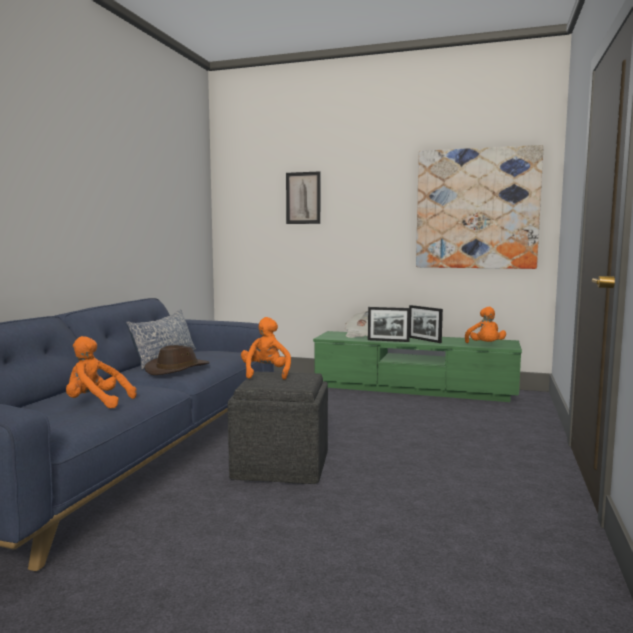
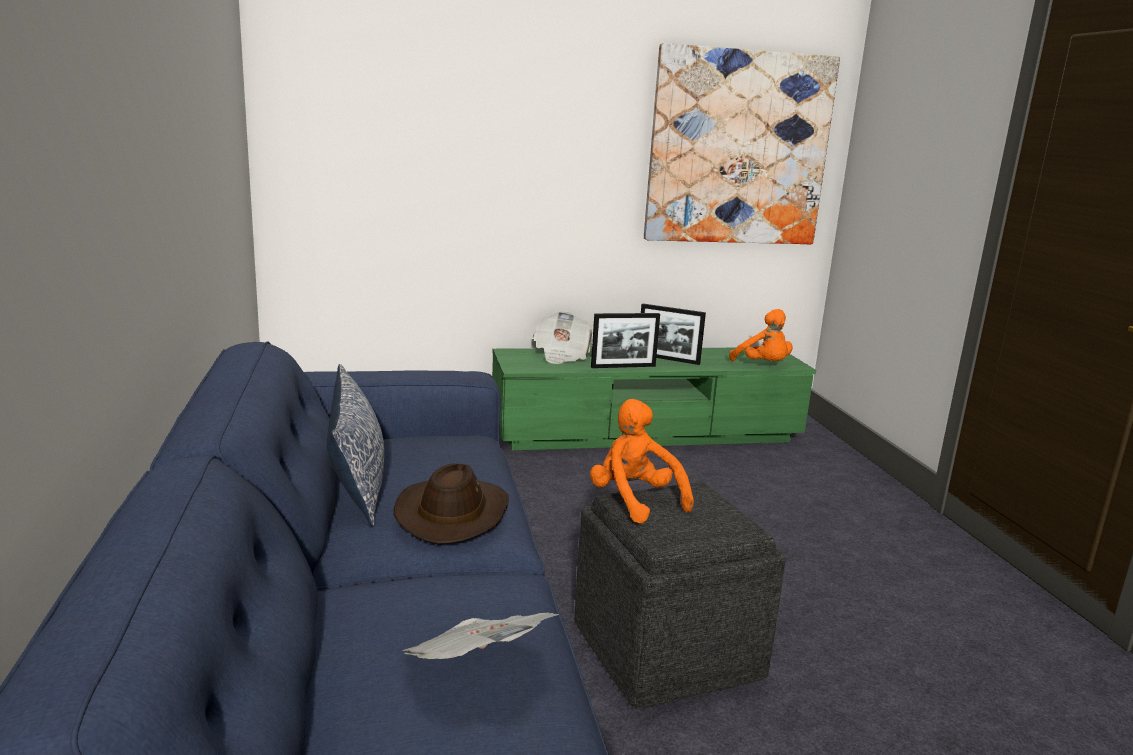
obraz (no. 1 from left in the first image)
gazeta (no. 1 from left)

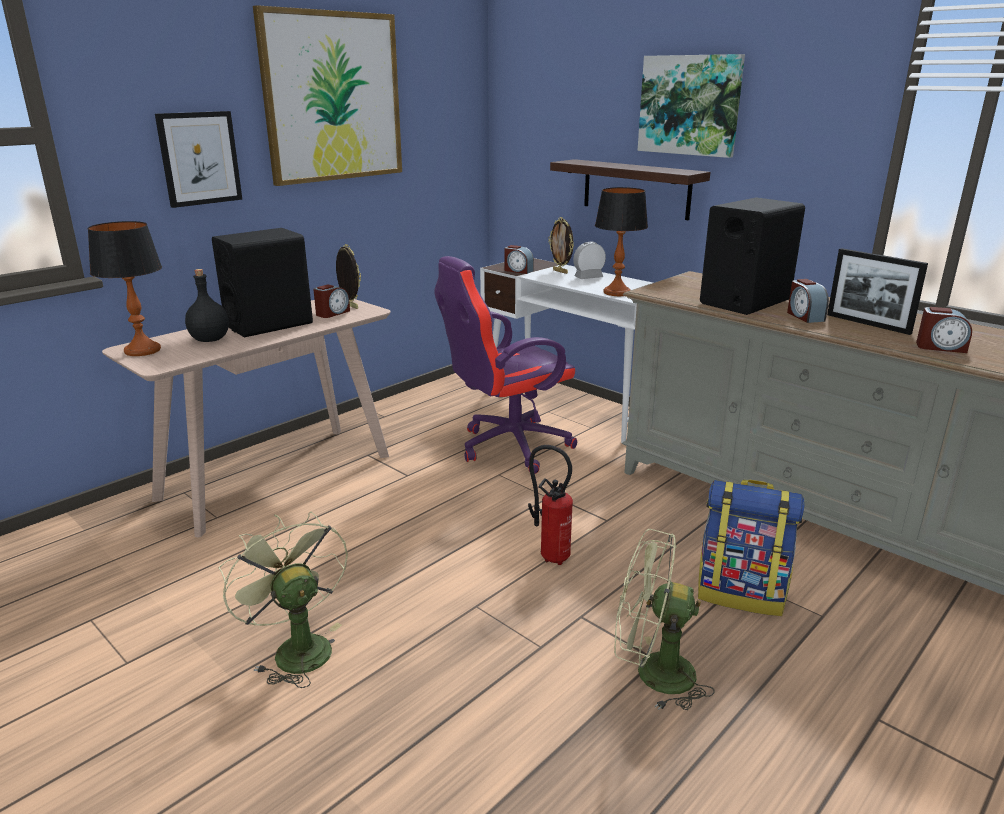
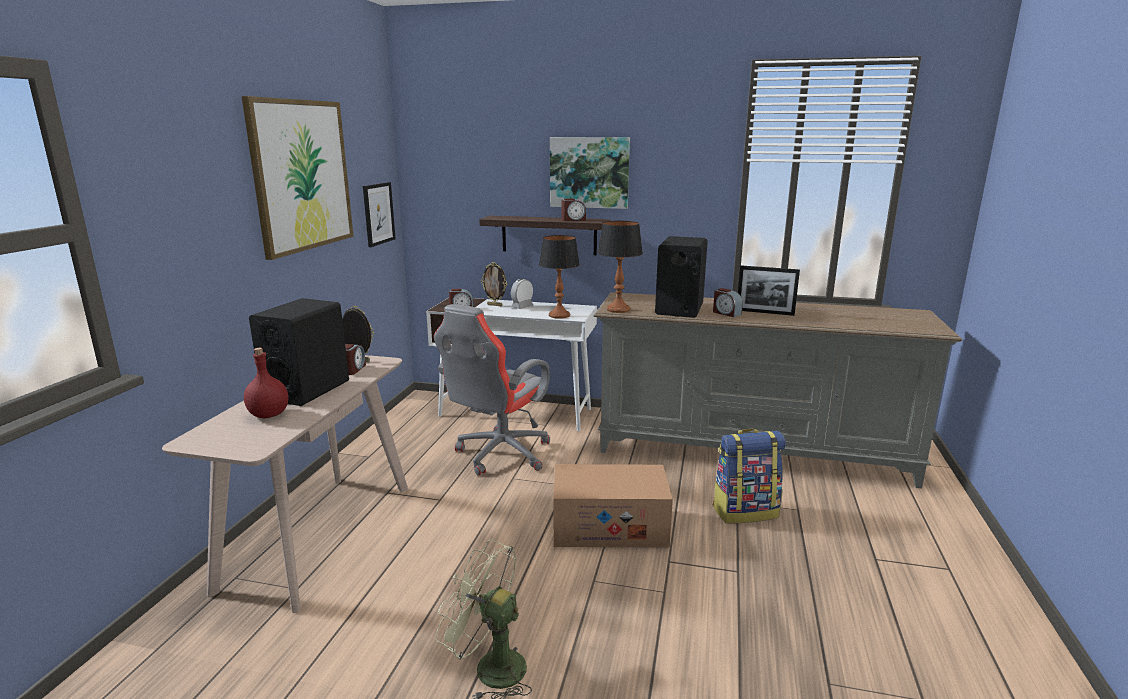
obraz (no. 2 from left)
lampa stołowa (no. 2 from left)
krzesło biurowe/szary
butelka/czerwony
budzik (no. 4 from left)
karton
wentylator/zielony (no. 2 from left in the first image)

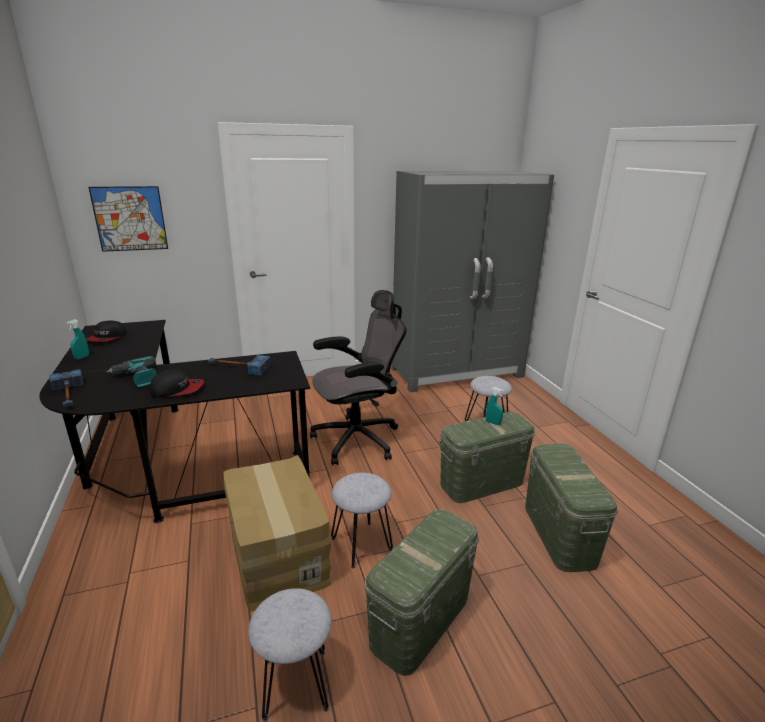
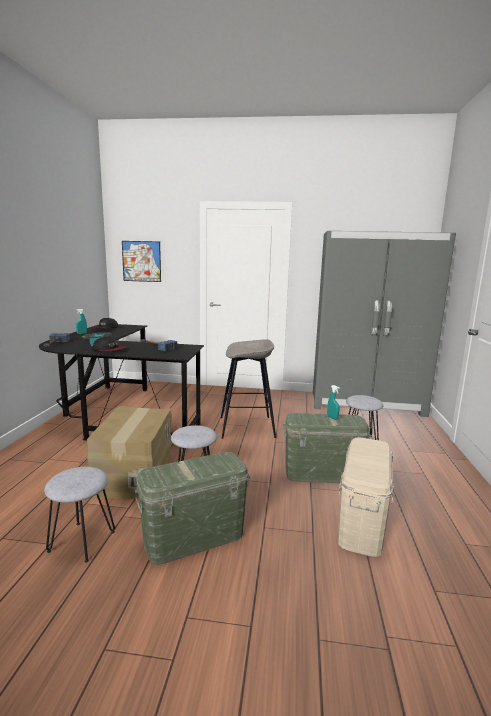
stołek/szary (no. 3 from left)
pojemnik do przechowywania/beżowy

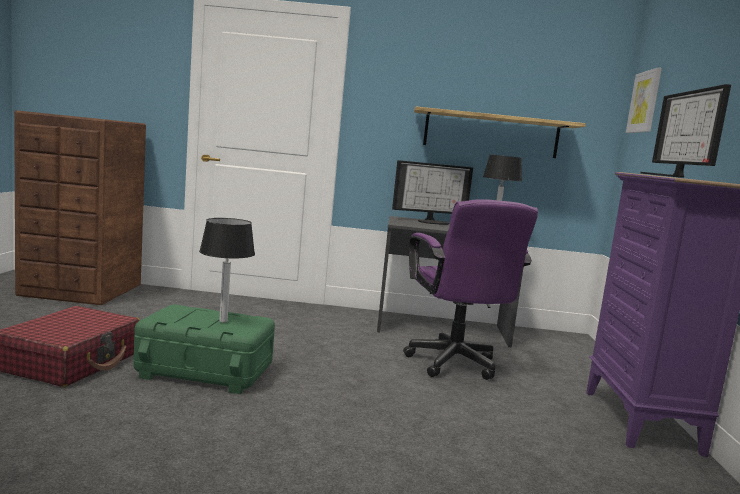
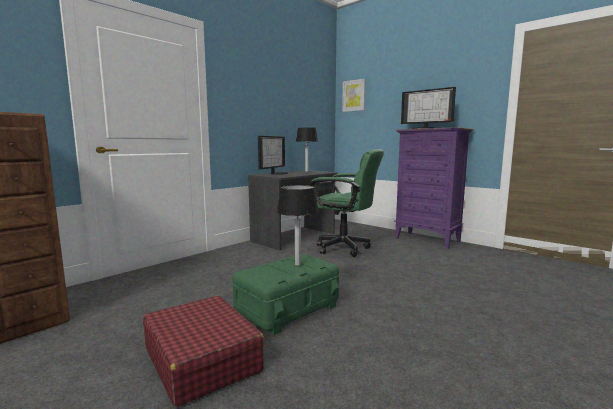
półka
krzesło biurowe/zielony

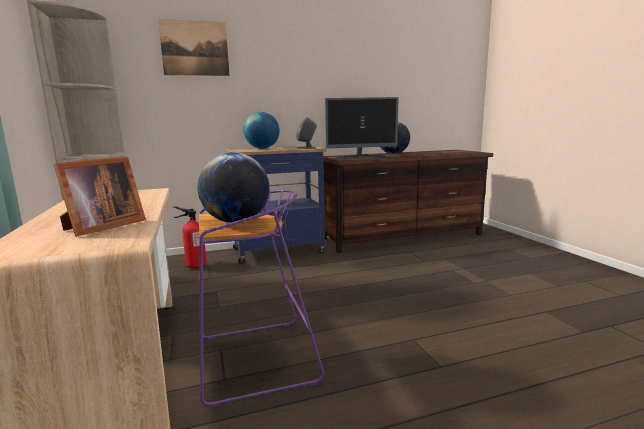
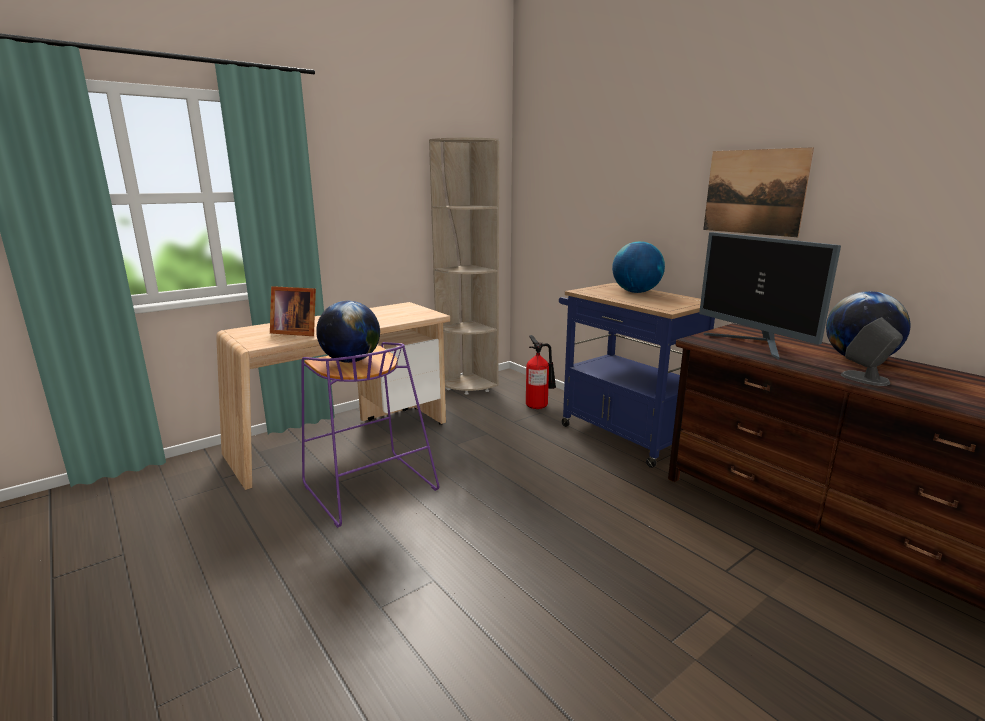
obraz
głośnik/szary

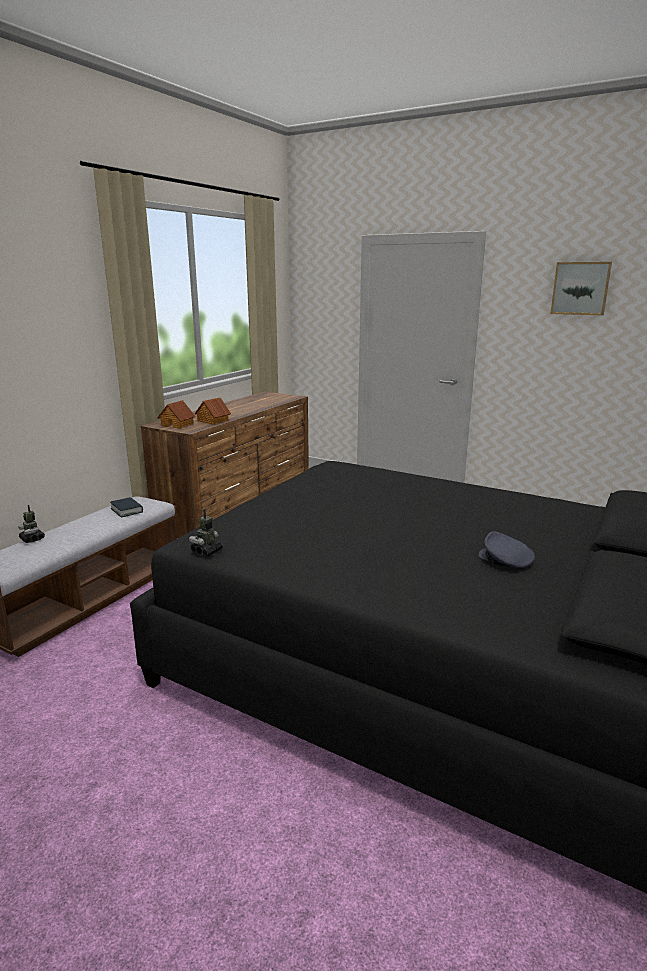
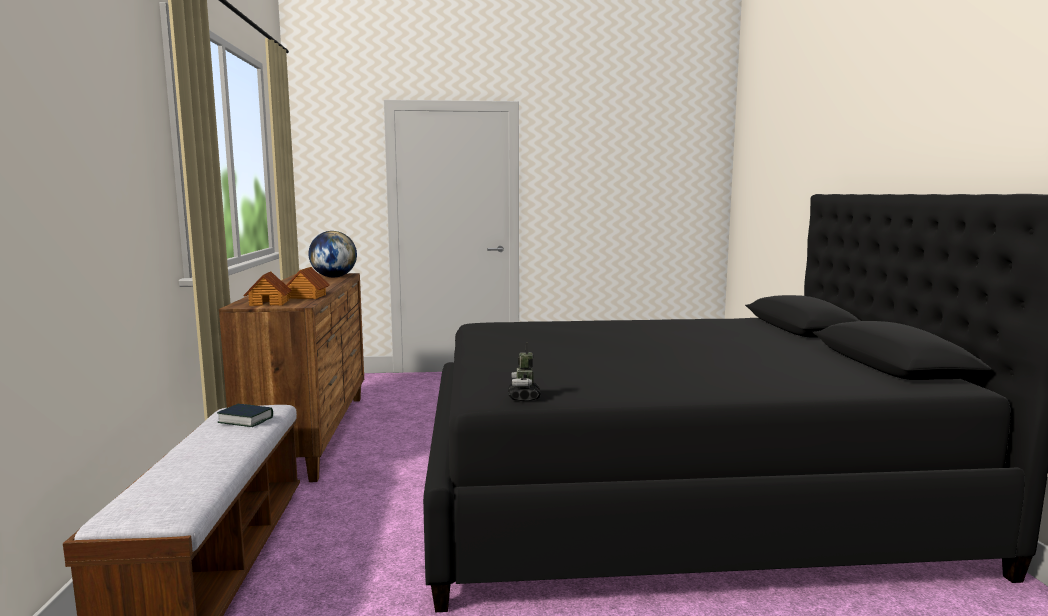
obraz
robot zabawkowy (no. 1 from left in the first image)
czapka z daszkiem/szary
globus

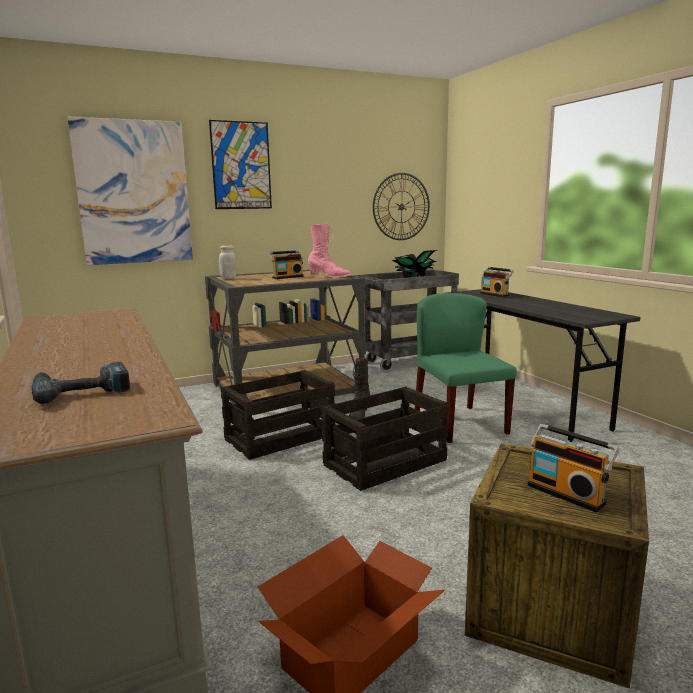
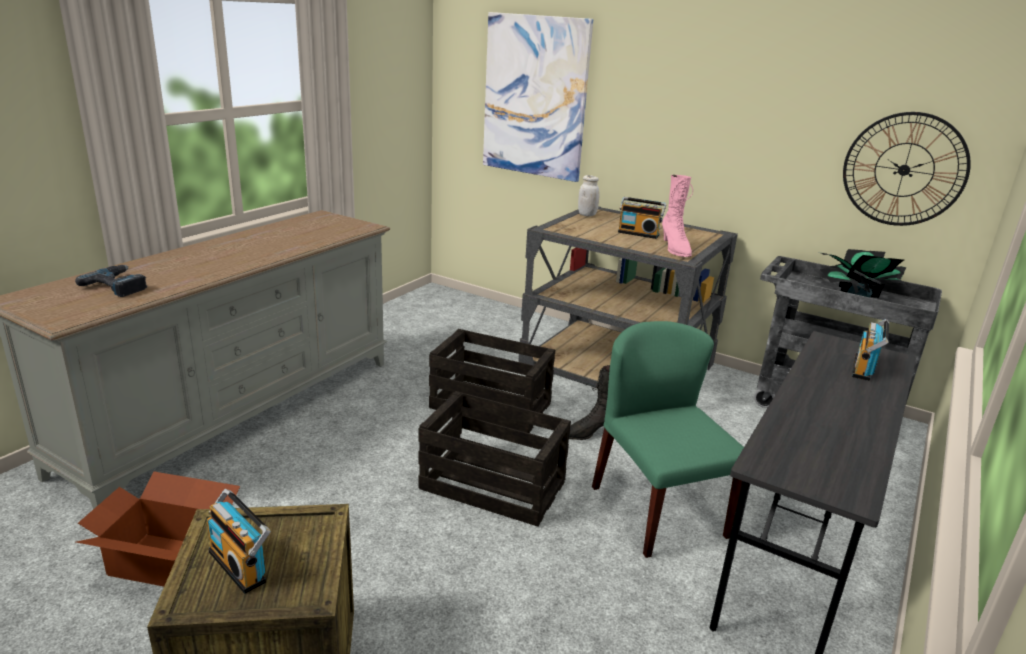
obraz (no. 2 from left in the first image)
krzesło/zielony
radio (no. 1 from left)

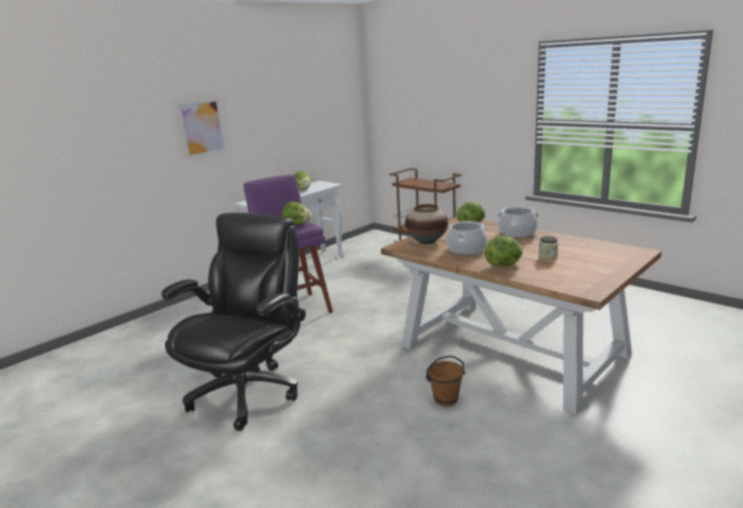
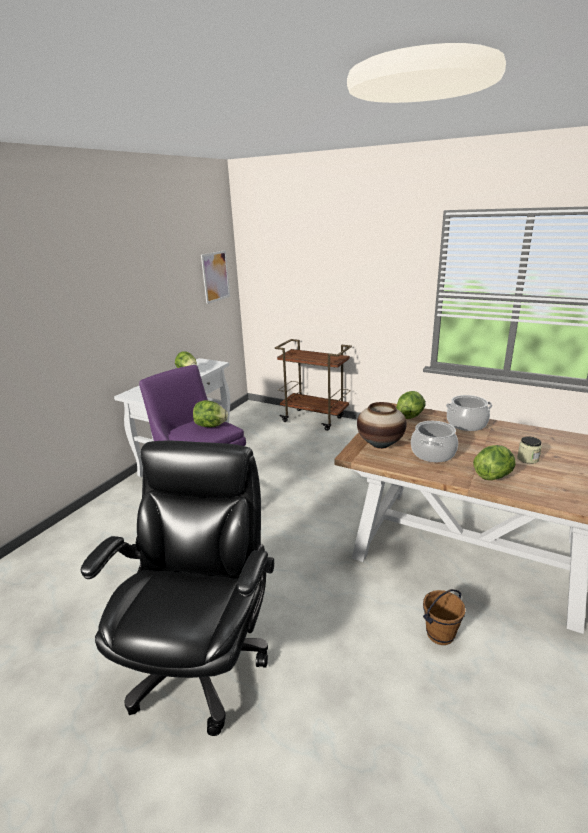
obraz

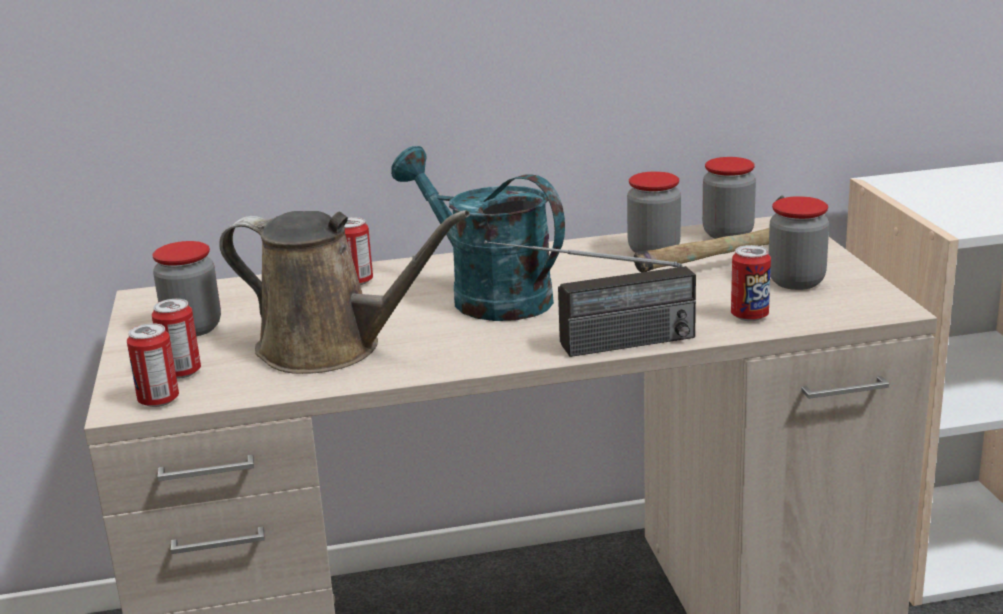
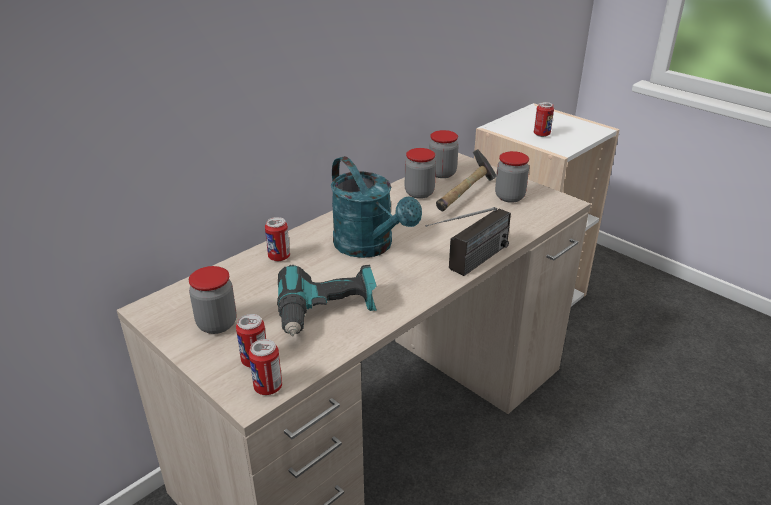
konewka/turkusowy
wiertarka
puszka (no. 4 from left)

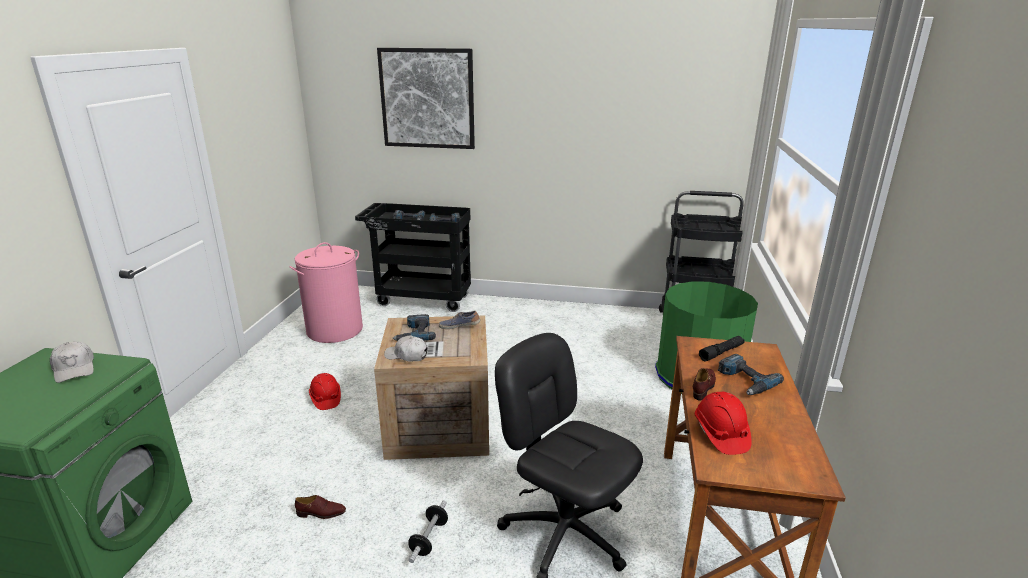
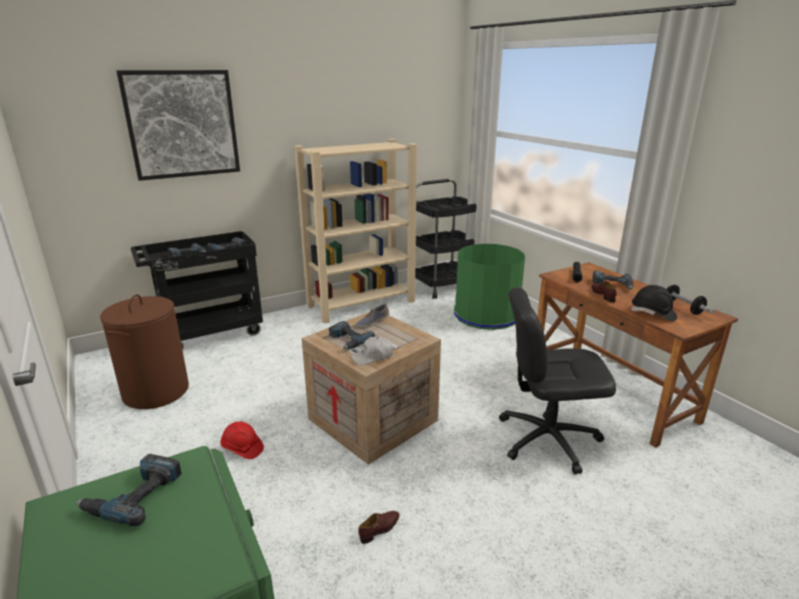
kosz na pranie/brązowy
wiertarka (no. 1 from left)
kask/czarny
hantel
regał/beżowy

